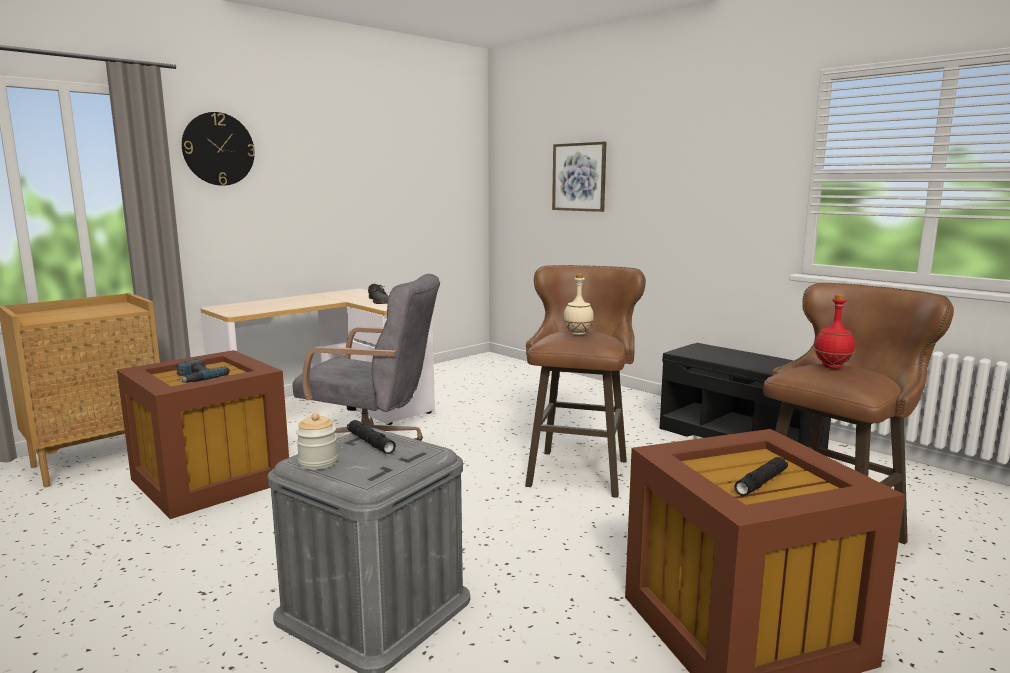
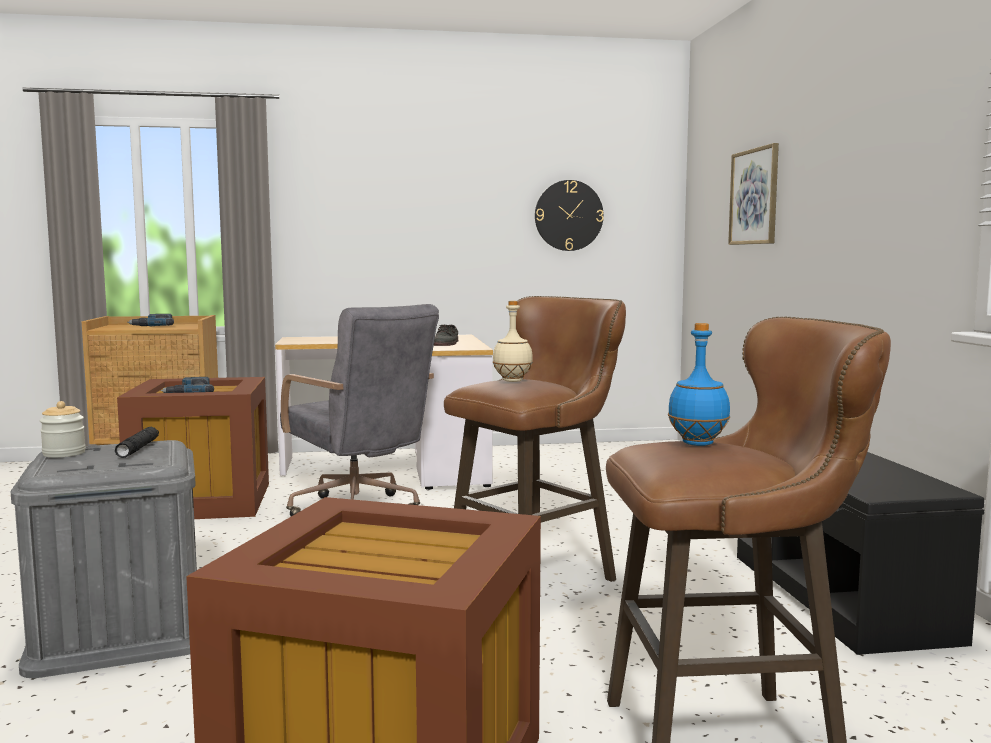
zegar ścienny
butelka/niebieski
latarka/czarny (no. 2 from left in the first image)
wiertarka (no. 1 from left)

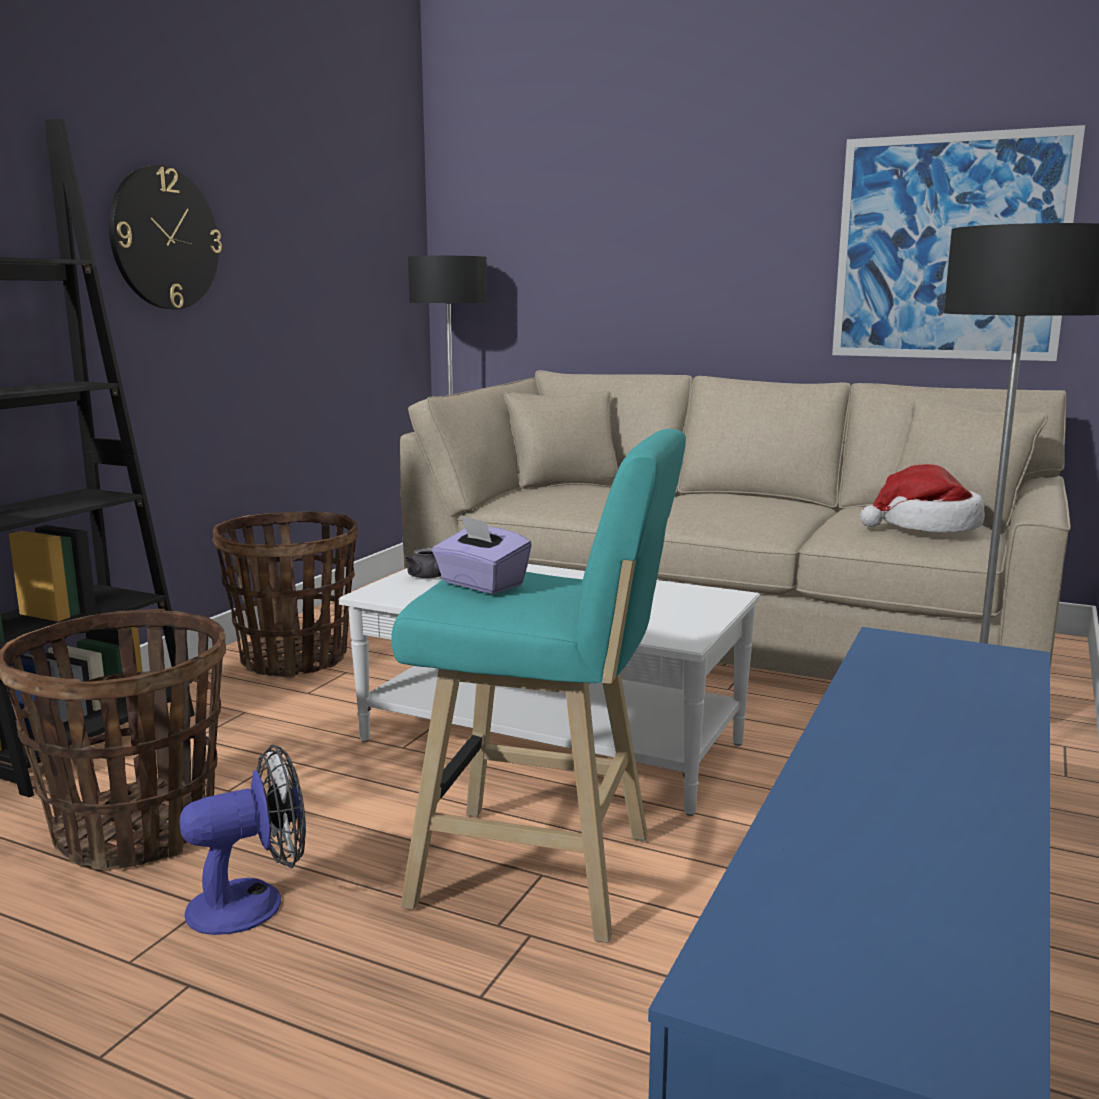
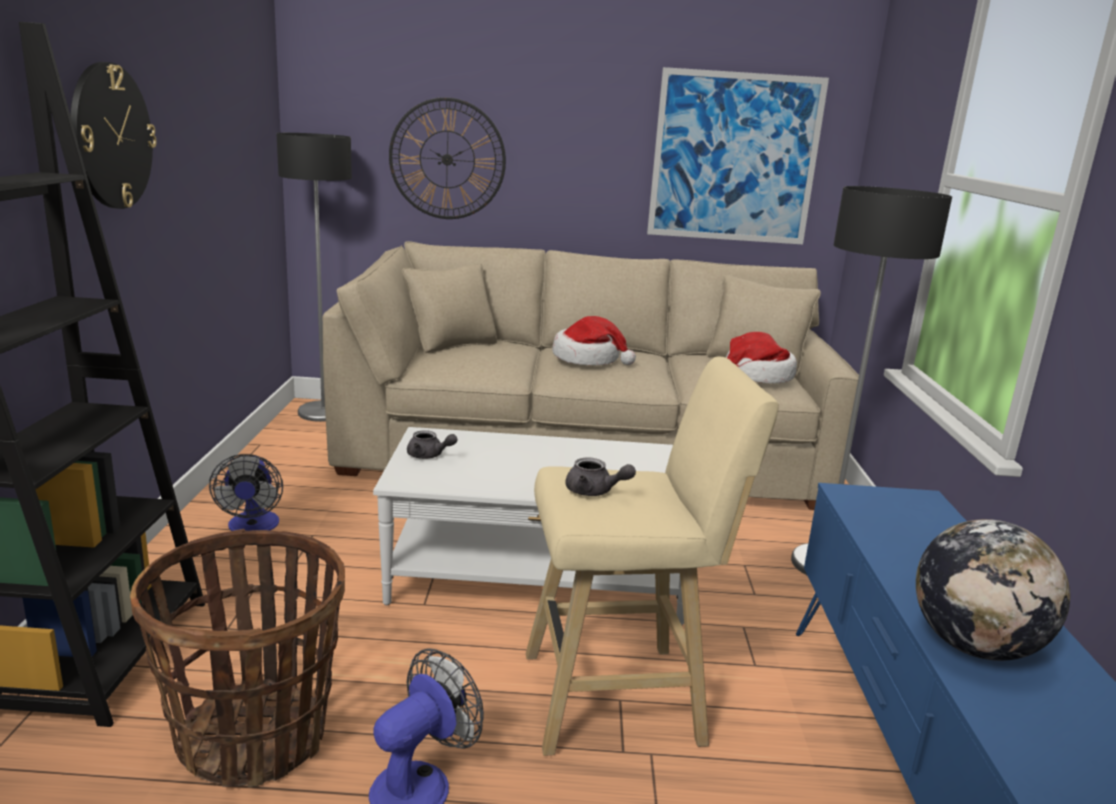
stołek/beżowy
wentylator (no. 1 from left)
imbryk/szary (no. 2 from left)
zegar ścienny (no. 2 from left)
kapelusz (no. 1 from left)
globus

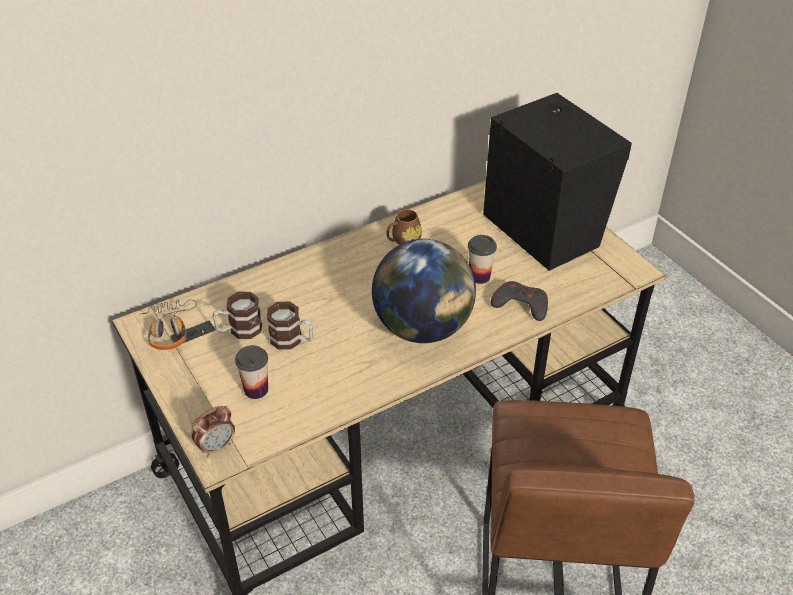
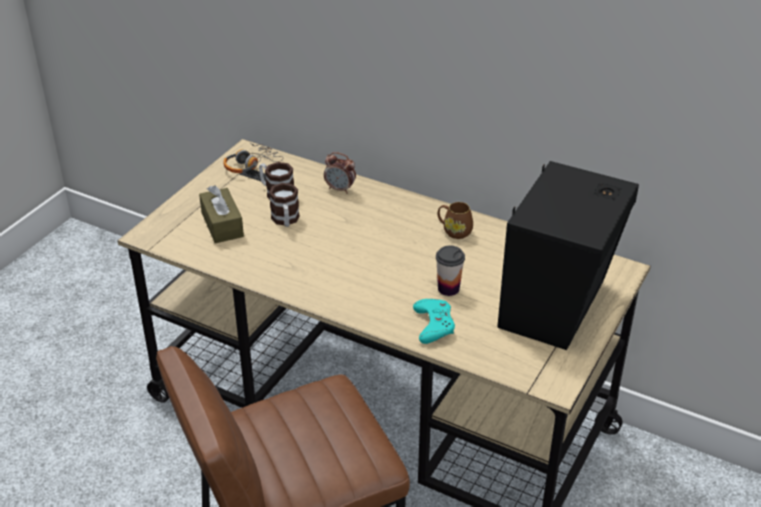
globus
pad do gier/turkusowy
pudełko chusteczek/brązowy
budzik

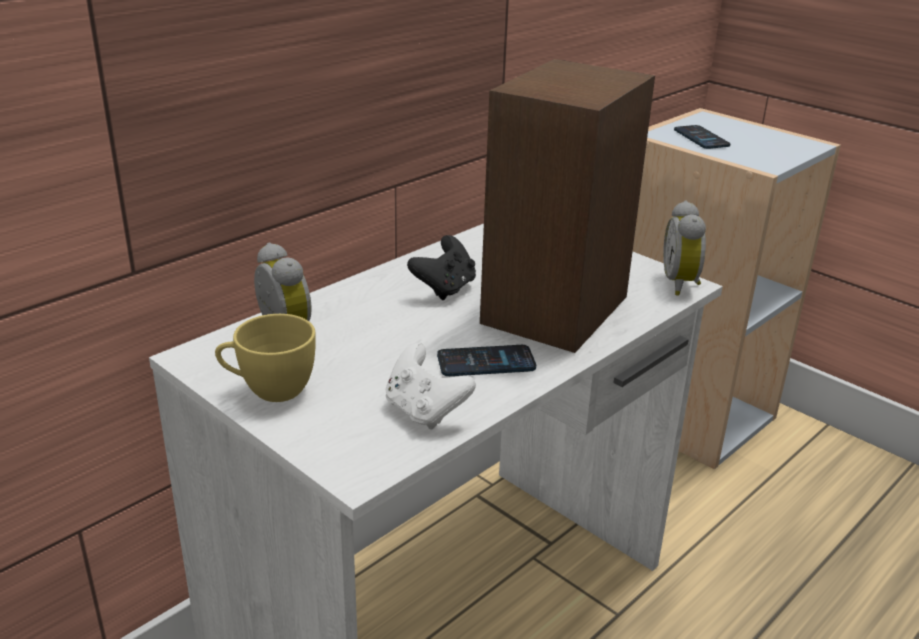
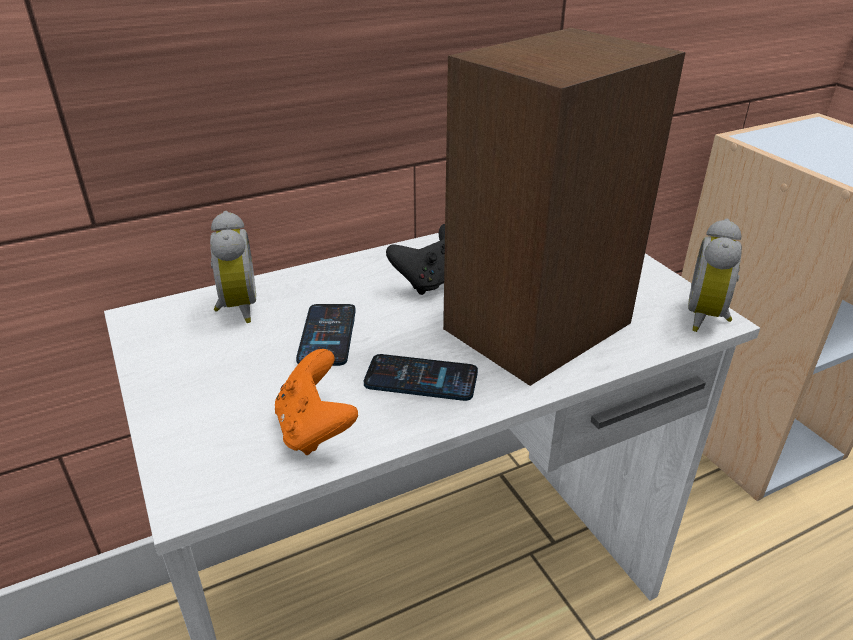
telefon (no. 1 from left)
filiżanka/żółty
pad do gier/pomarańczowy

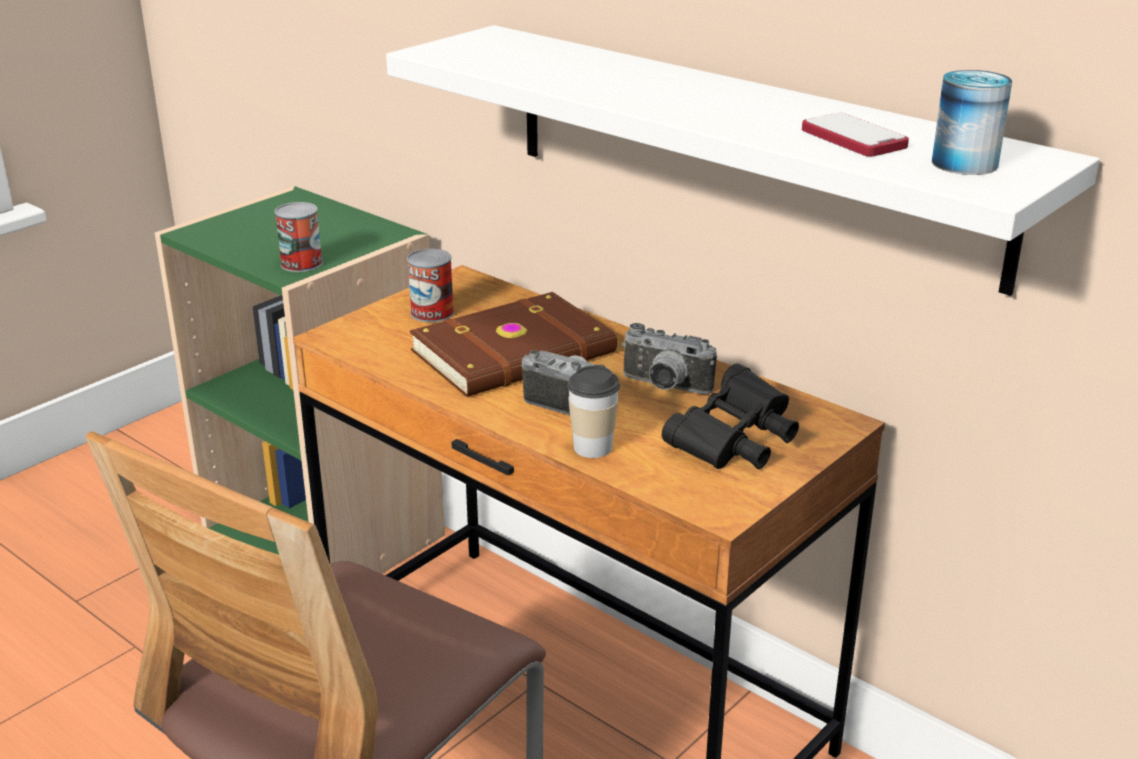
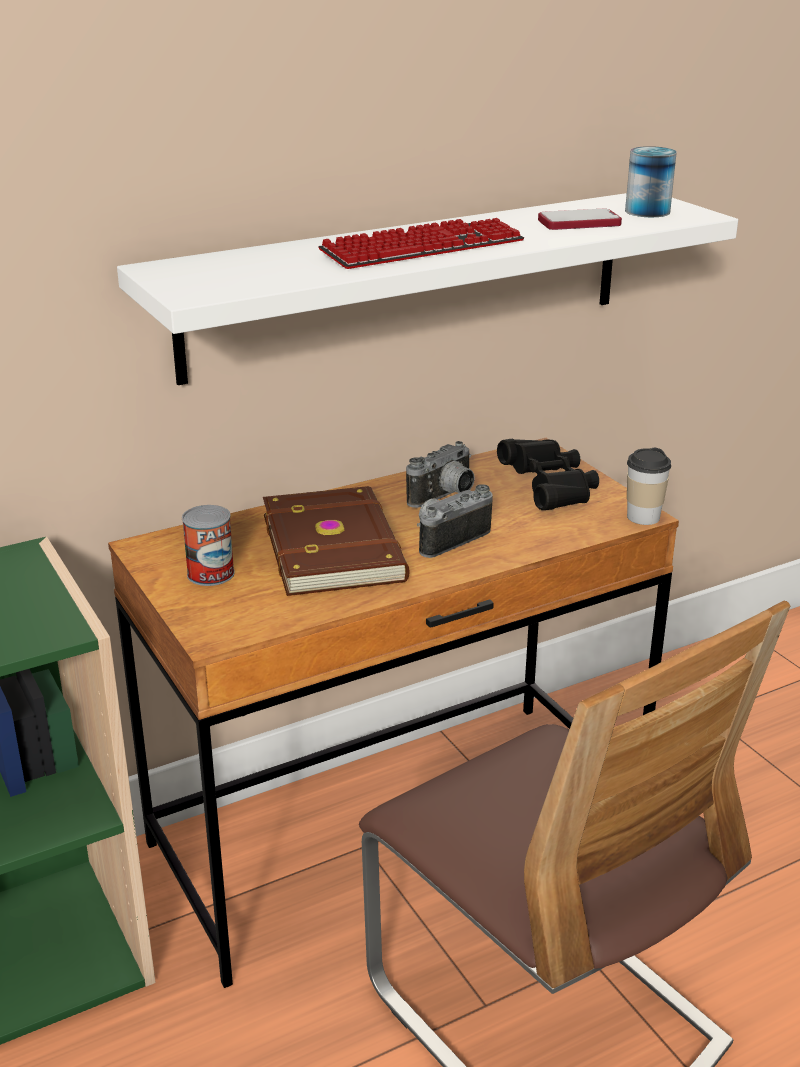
puszka (no. 1 from left in the first image)
filiżanka
klawiatura

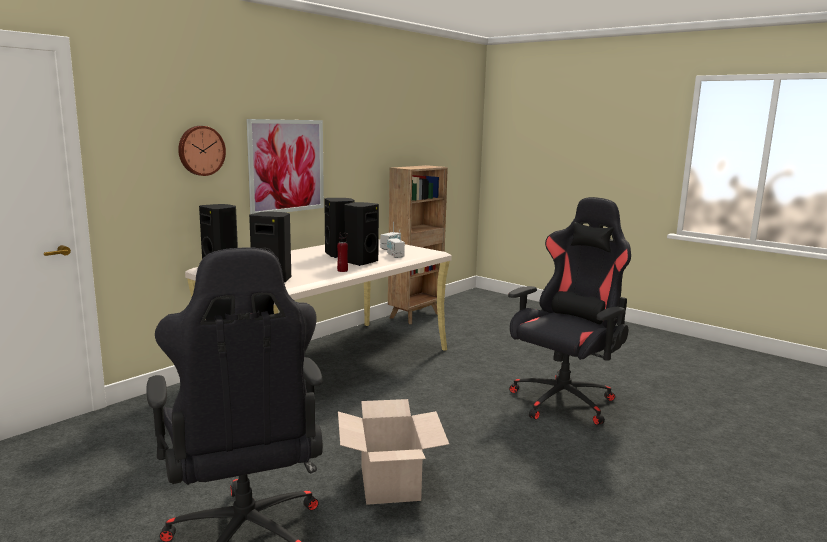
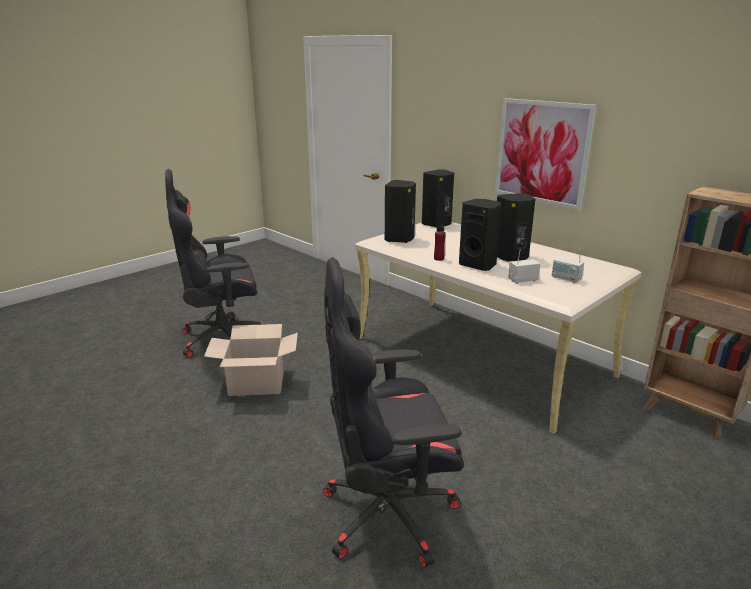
zegar ścienny
krzesło biurowe/czarny (no. 2 from left)

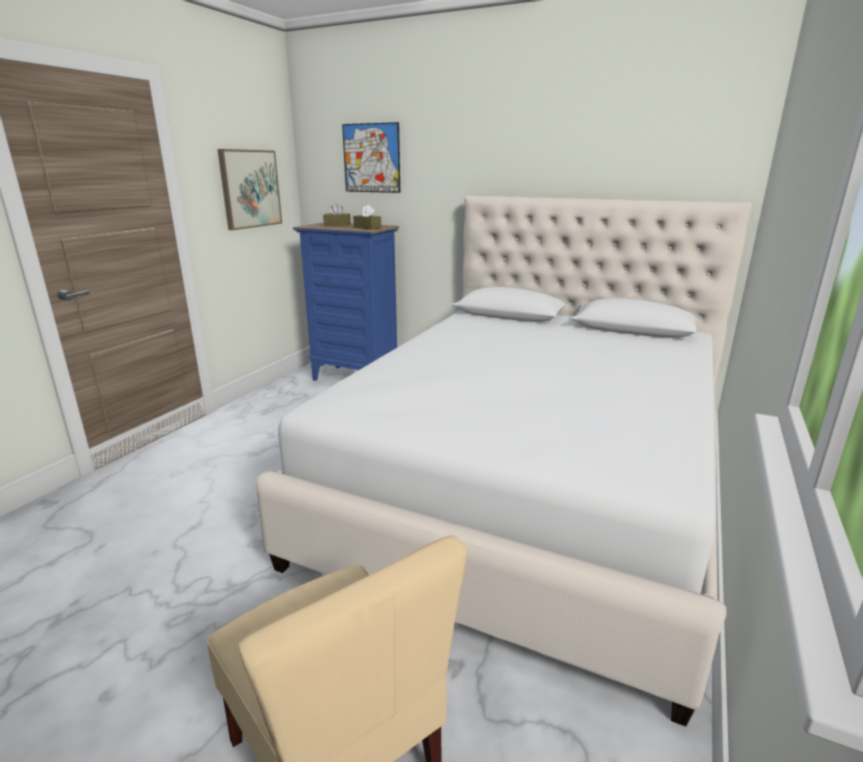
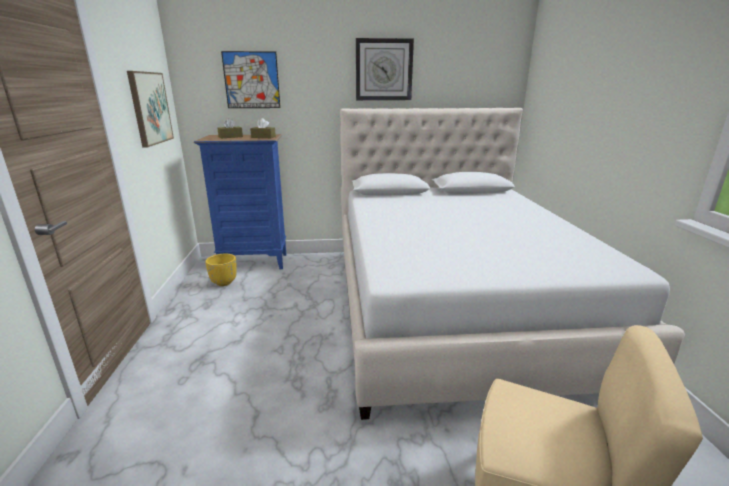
zegar ścienny
donica/żółty

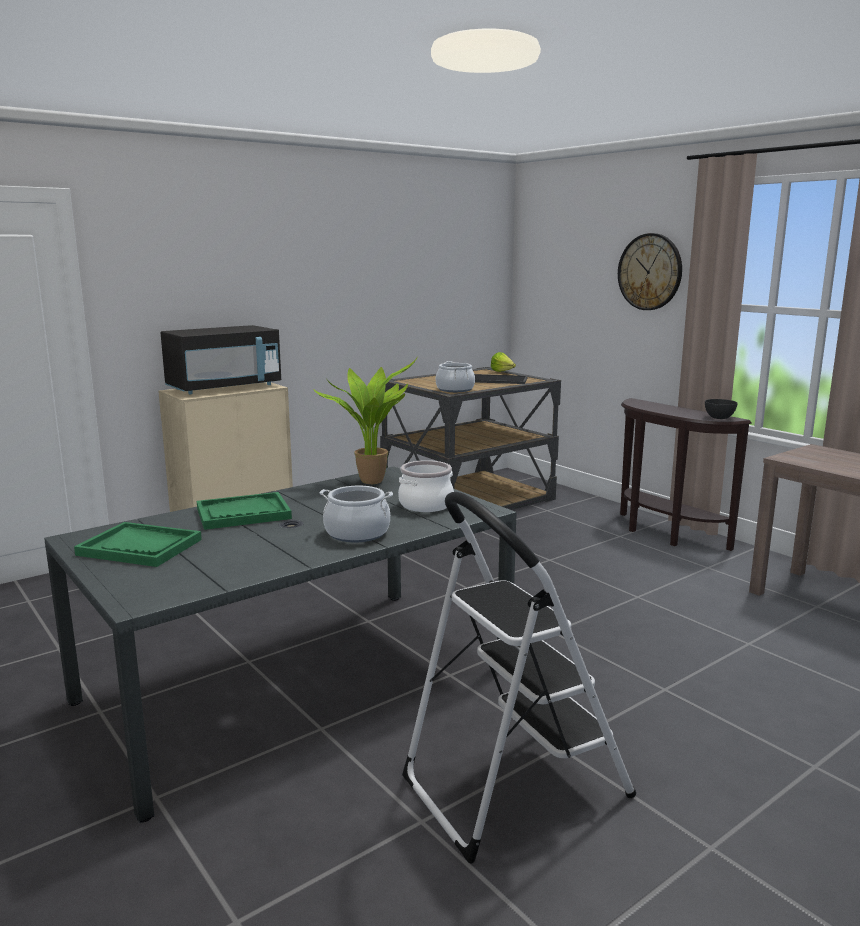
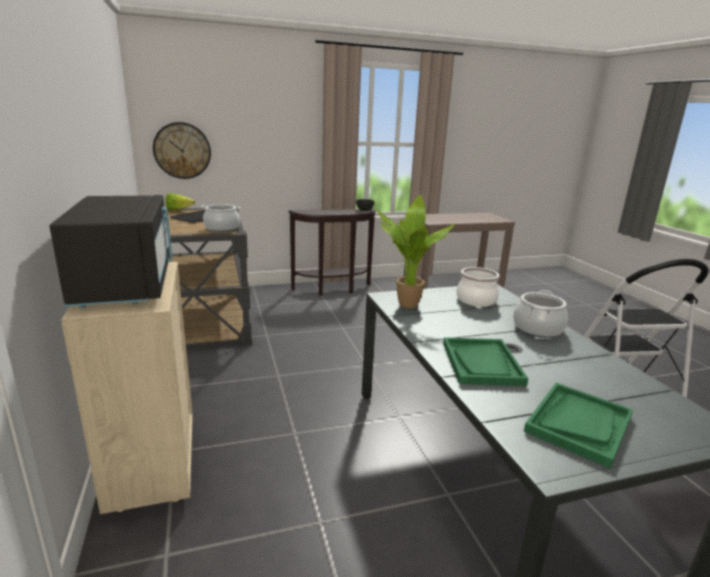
zegar ścienny

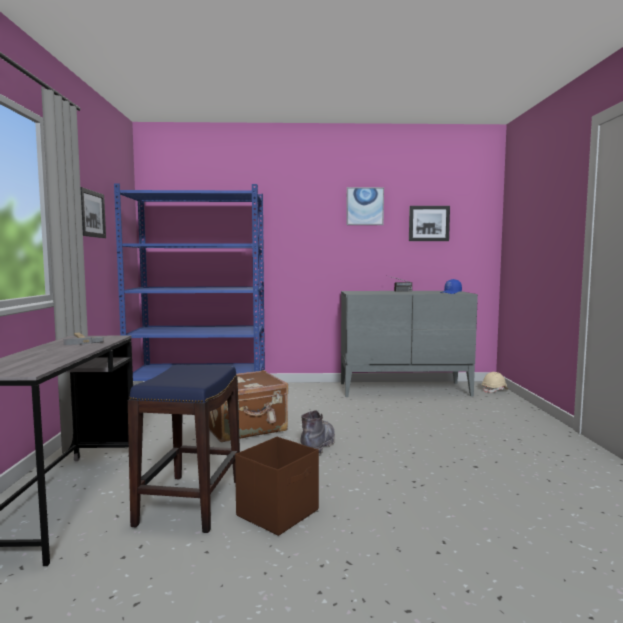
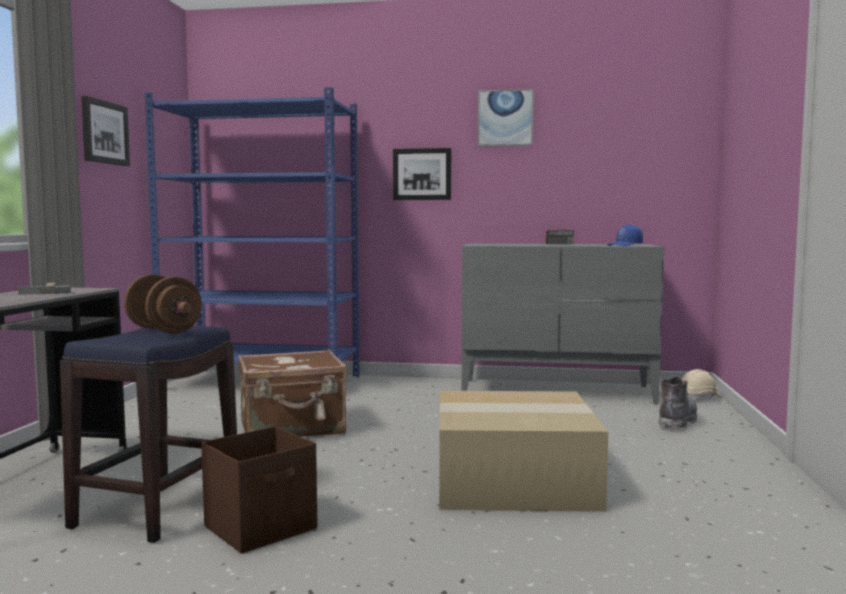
obraz (no. 2 from left)
but z cholewką/szary
hantel/brązowy
karton

